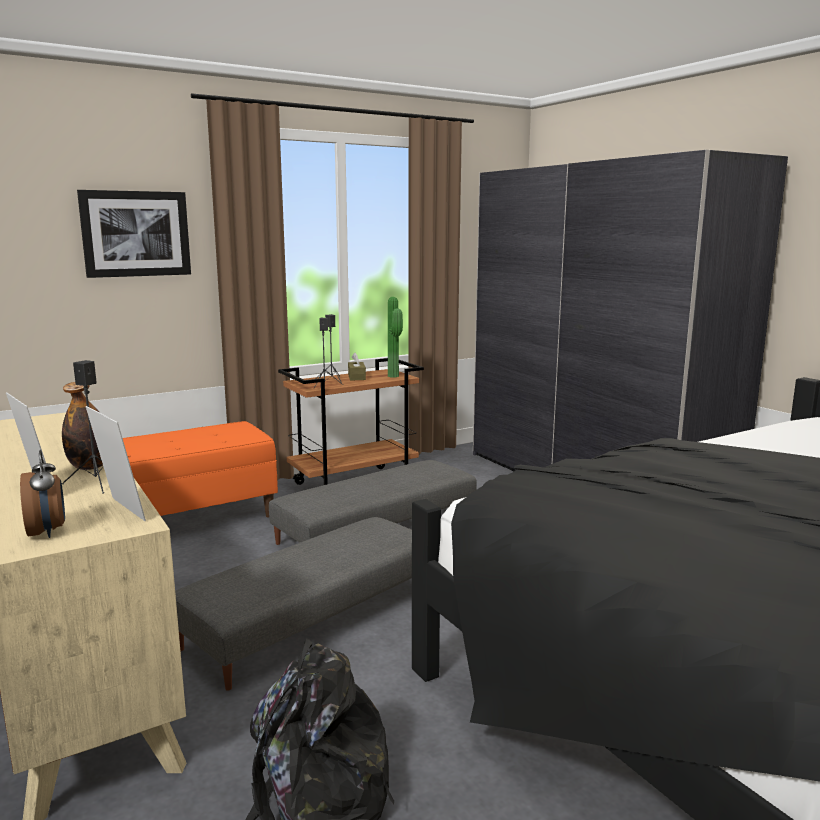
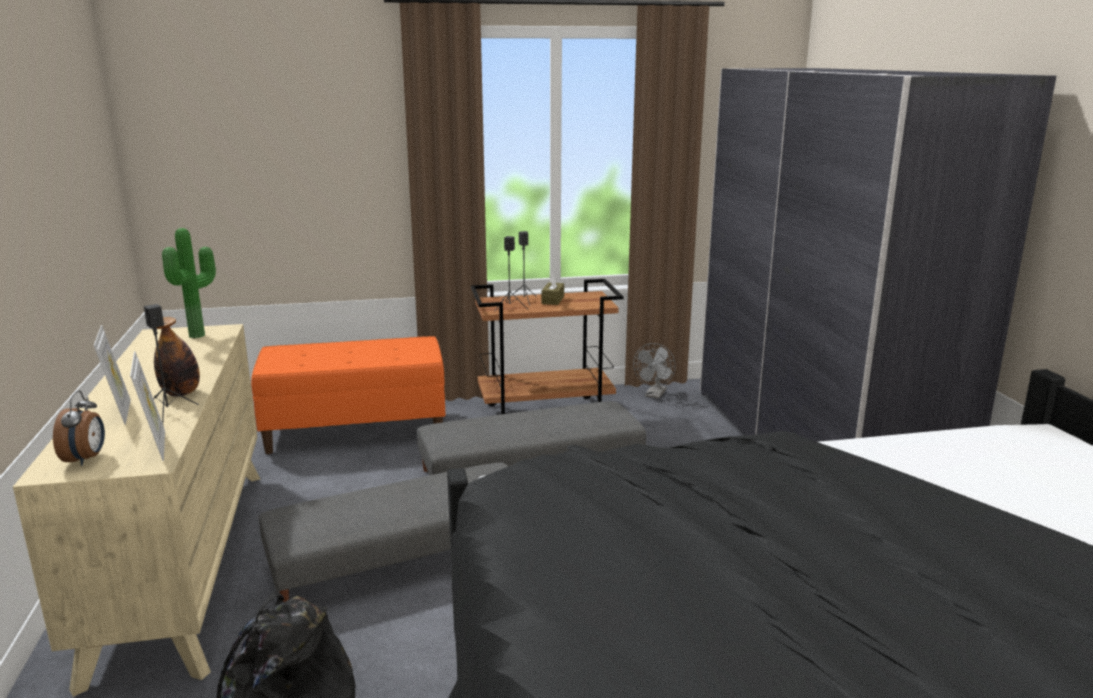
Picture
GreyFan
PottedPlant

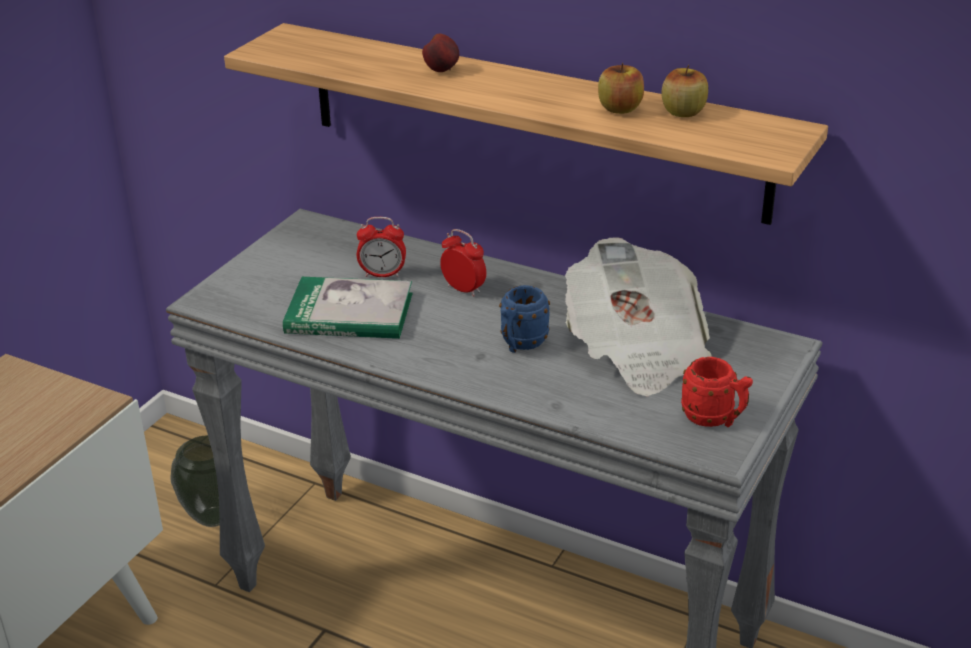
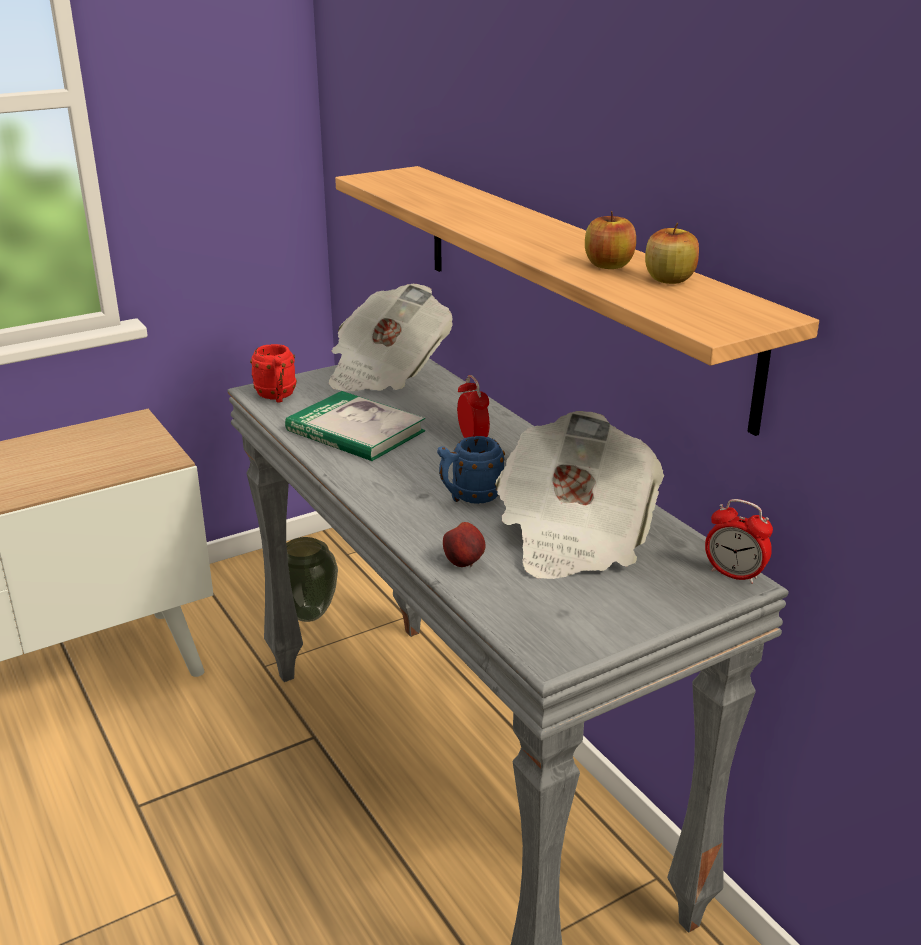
Newspaper (1st from left)
AlarmClock (2nd from left)
Apple (1st from left)
RedMug

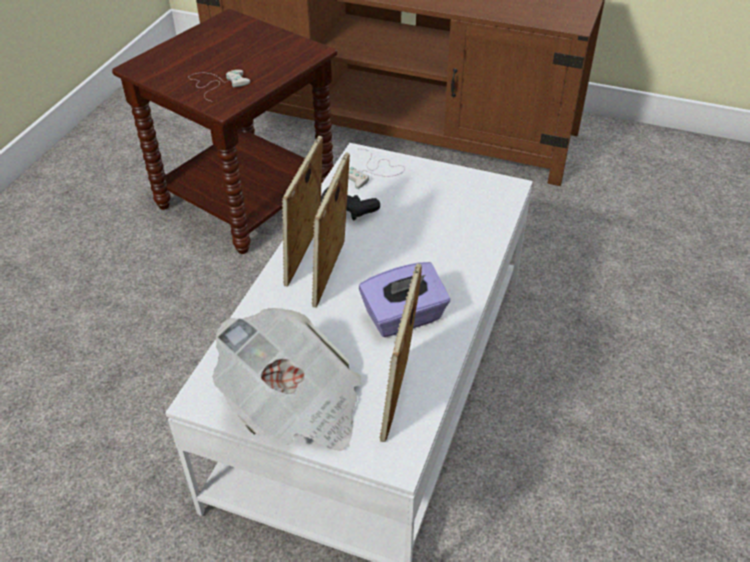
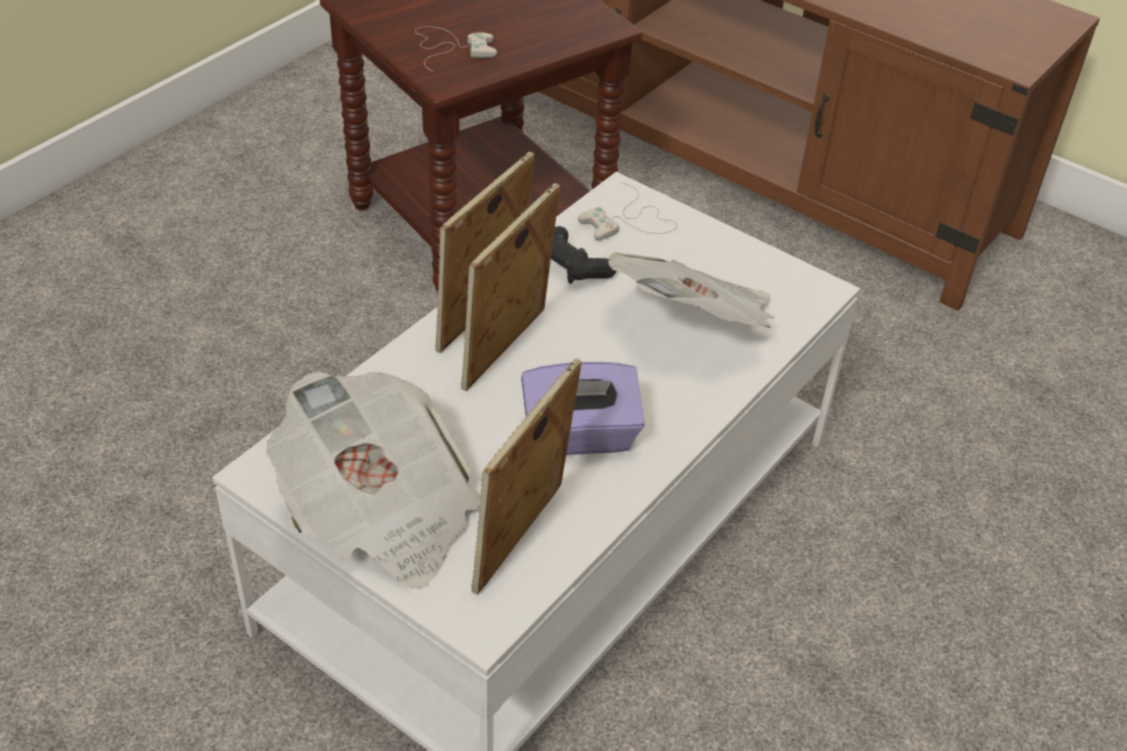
Newspaper (2nd from left)

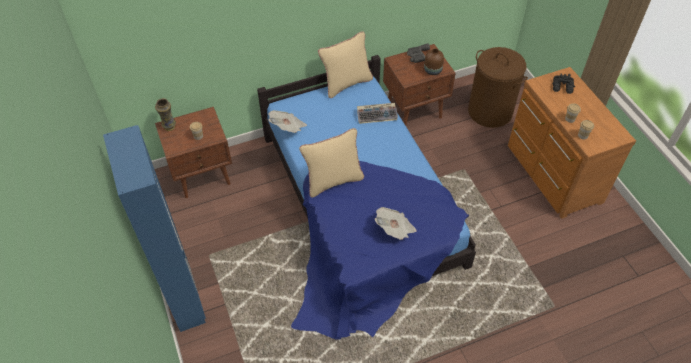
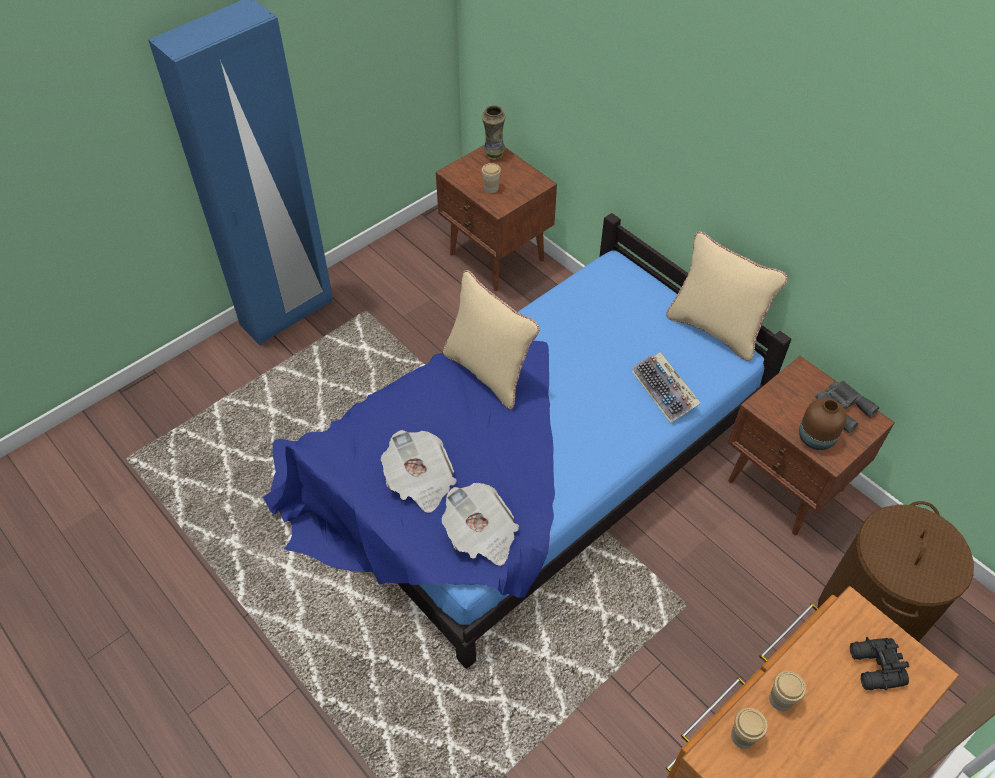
Newspaper (2nd from left)

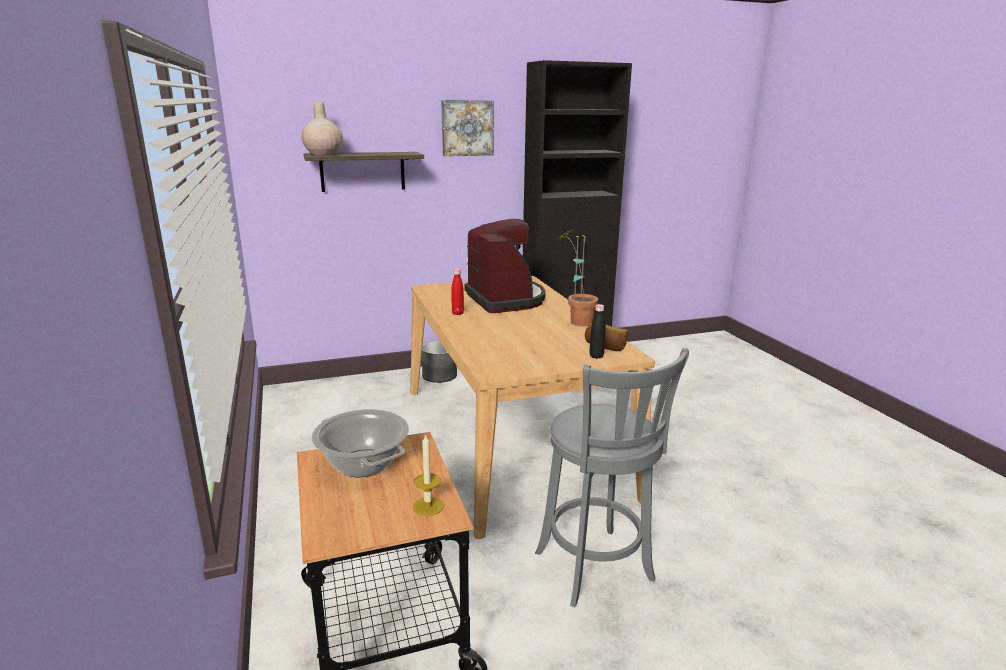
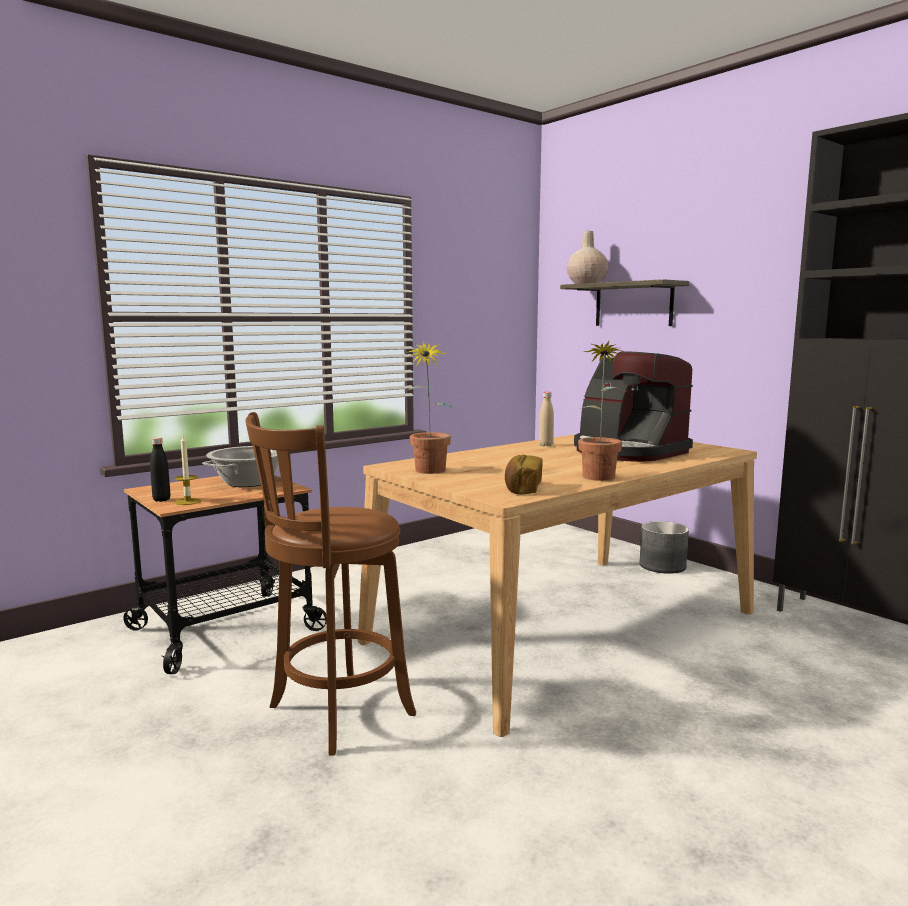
Picture
PottedPlant (1st from left)
BlackBottle
BeigeBottle
BrownStool
CoffeeMachine

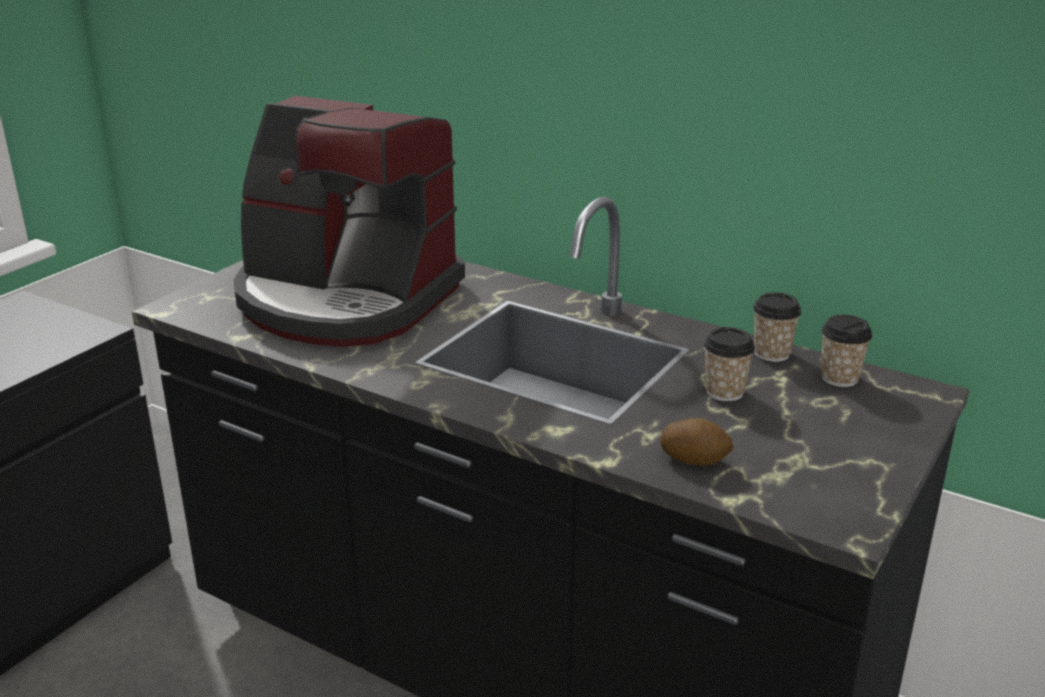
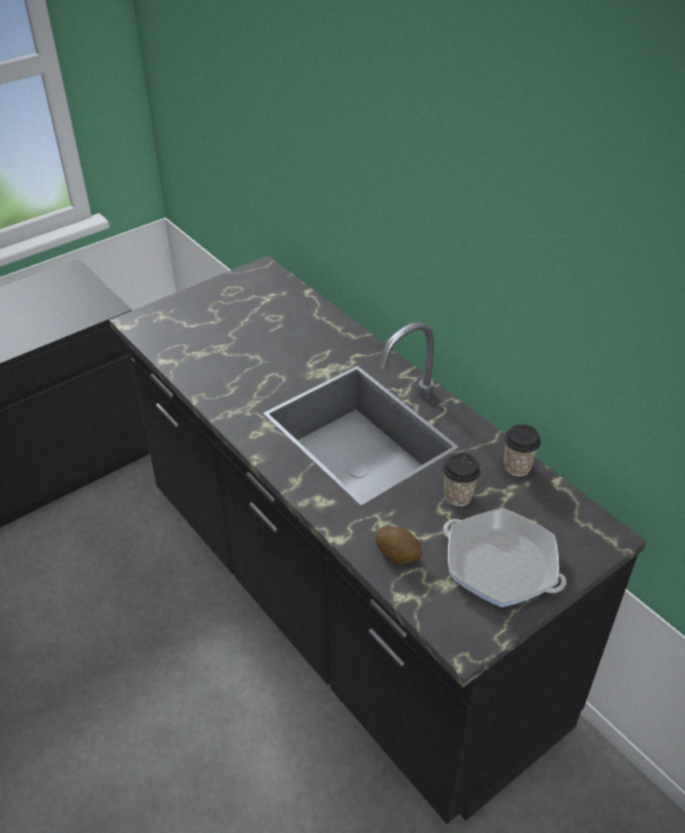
CoffeeMachine
Cup (3rd from left in the first image)
FryingPan

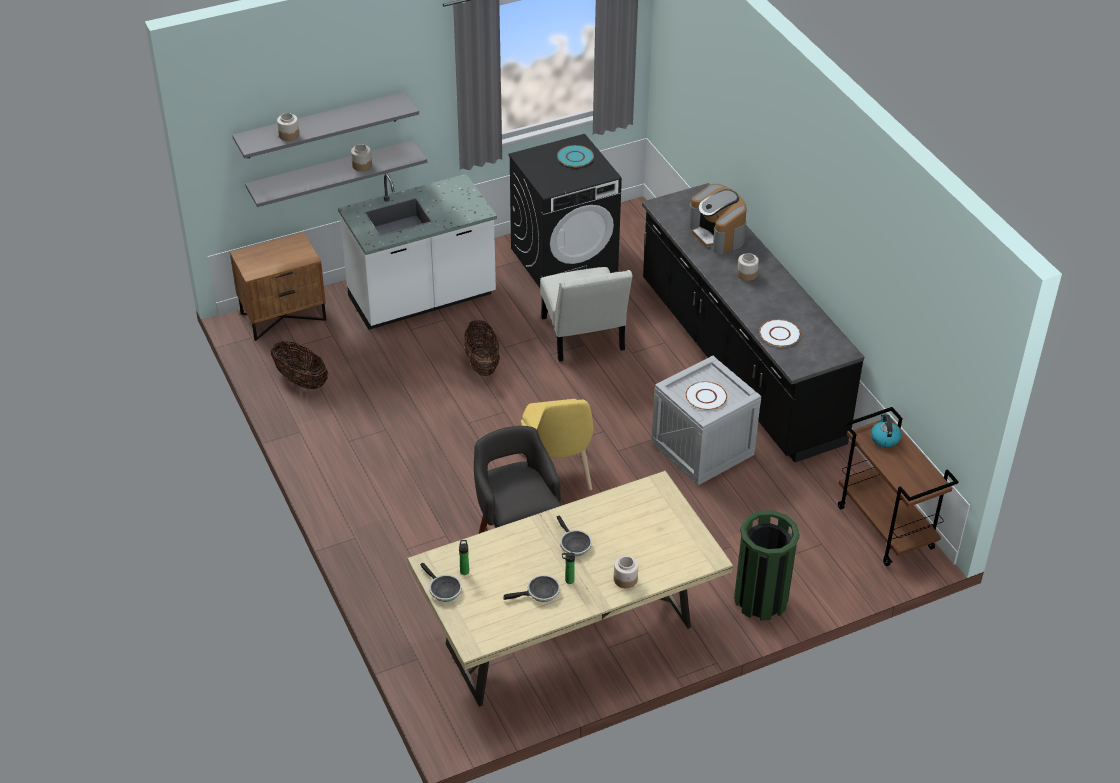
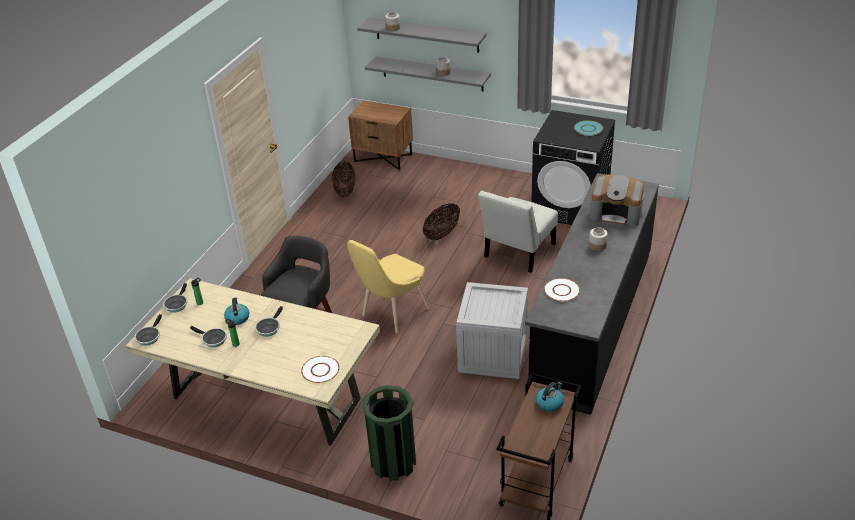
WhiteCounter
Jar (3rd from left in the first image)
FryingPan (1st from left)
Kettle (1st from left)
WhitePlate (1st from left)
CoffeeMachine

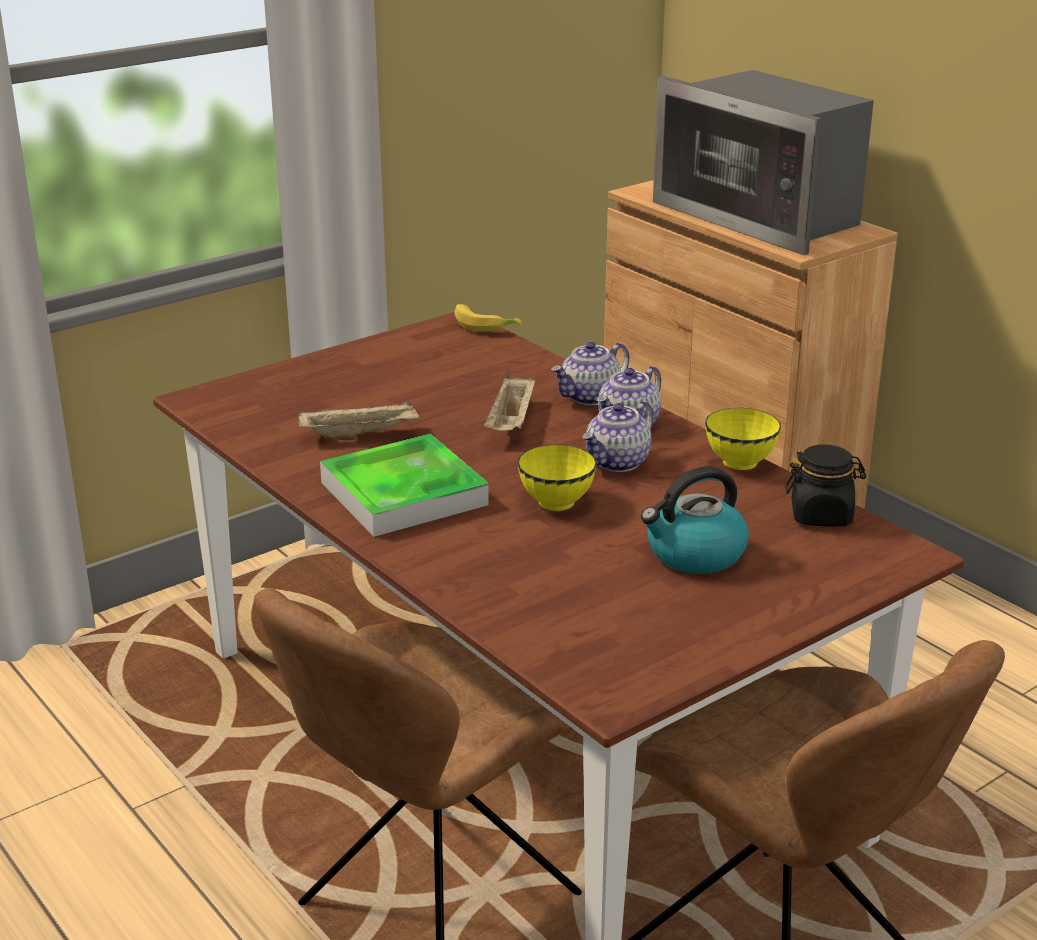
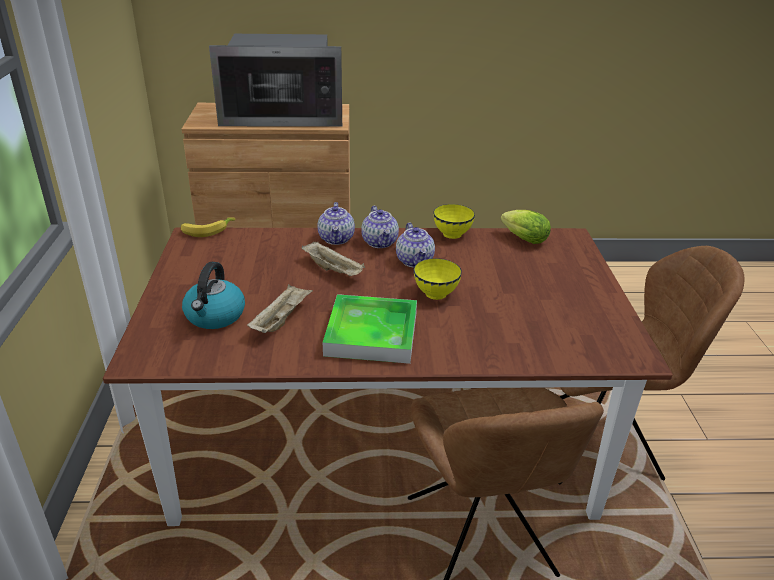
Kettle
Lettuce

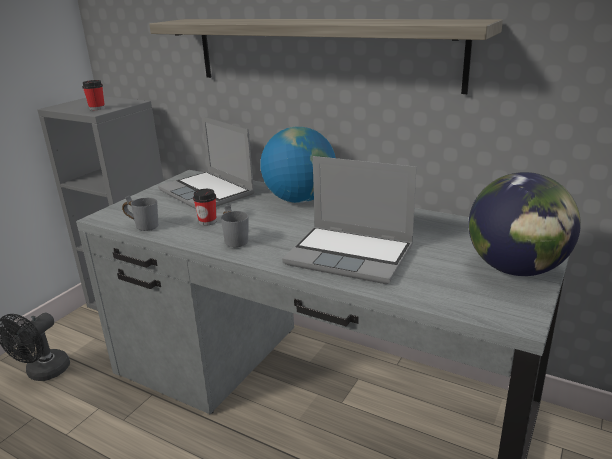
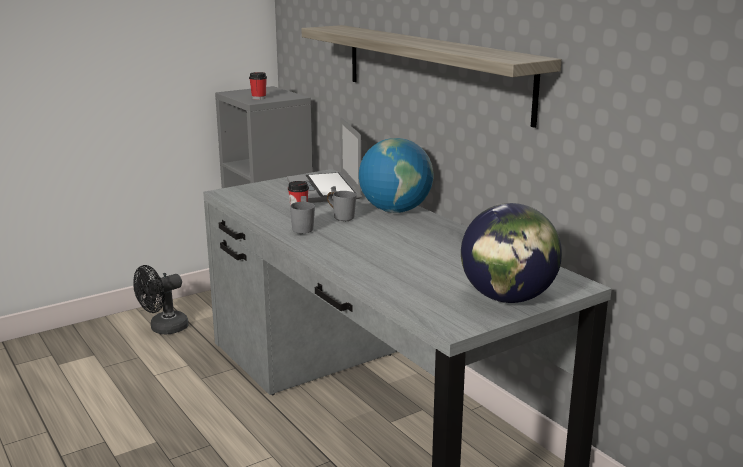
Laptop (2nd from left in the first image)
GreyMug (2nd from left)

